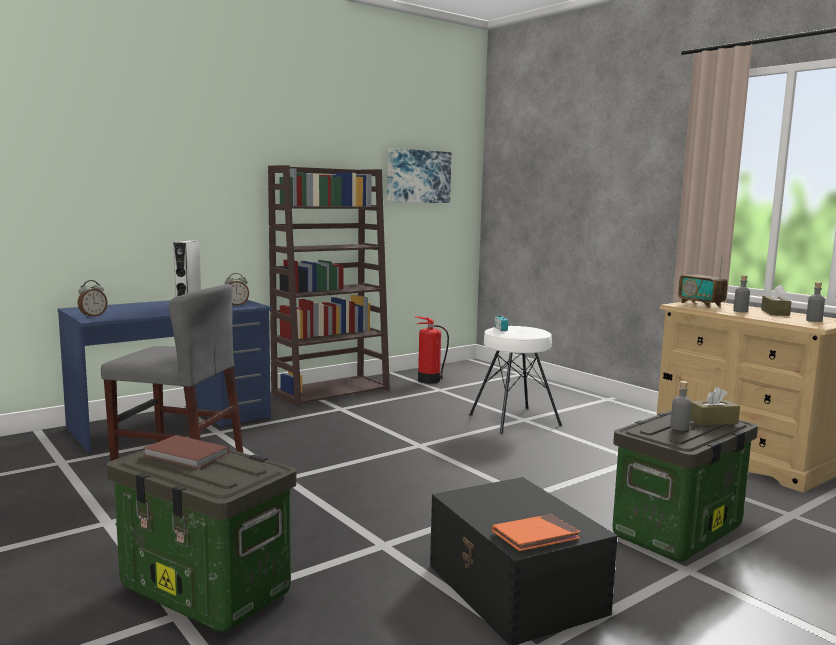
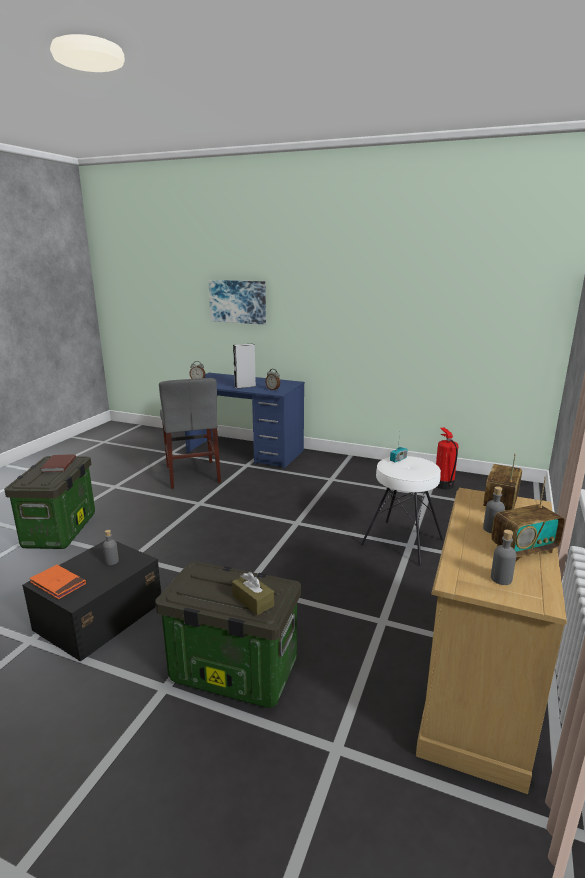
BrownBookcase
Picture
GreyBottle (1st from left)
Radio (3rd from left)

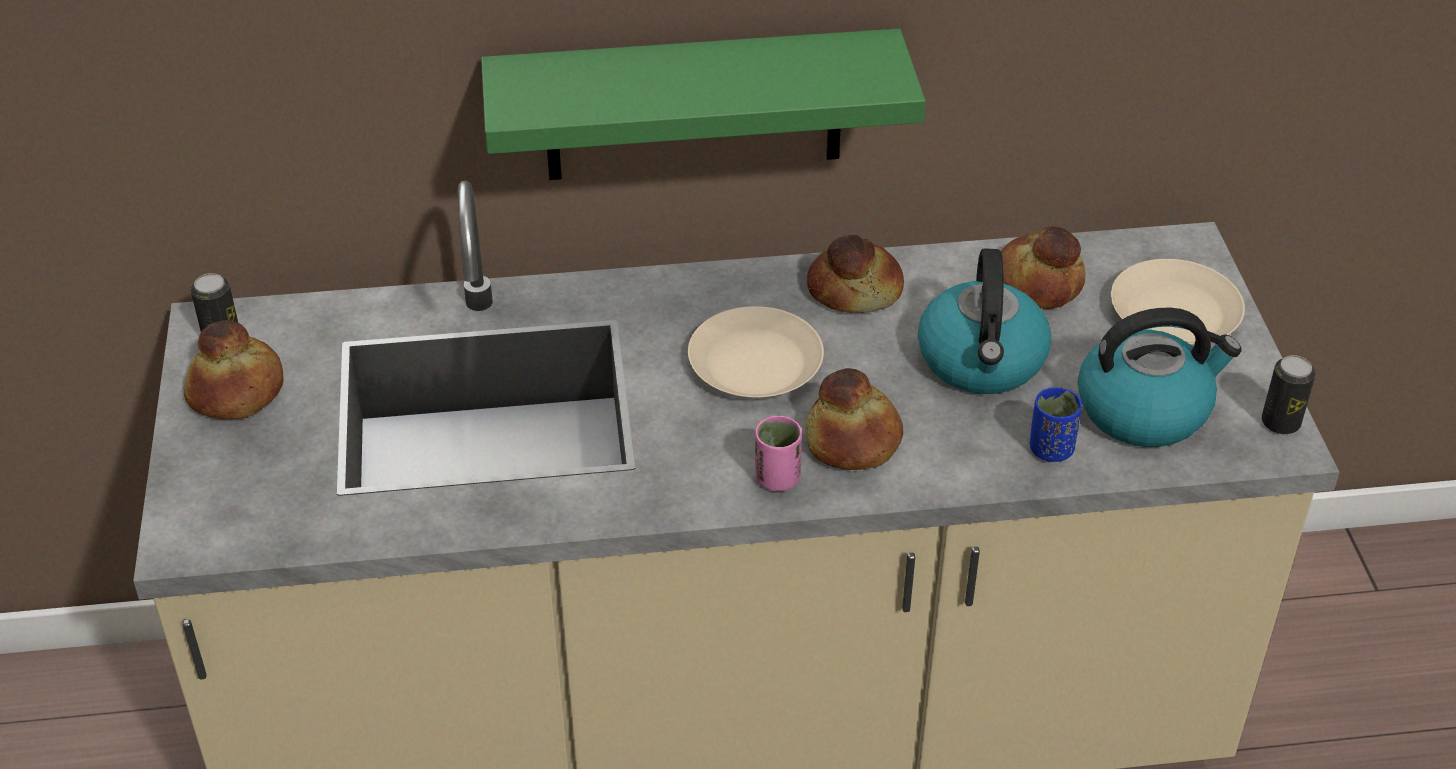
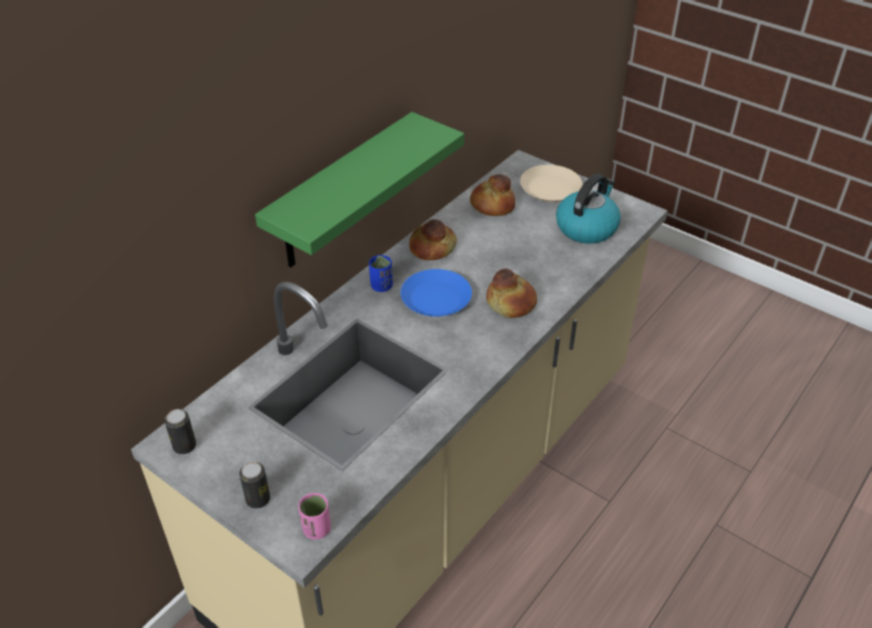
Bread (1st from left in the first image)
Kettle (1st from left in the first image)
PinkCup
BlueCup
Can (2nd from left)
BluePlate

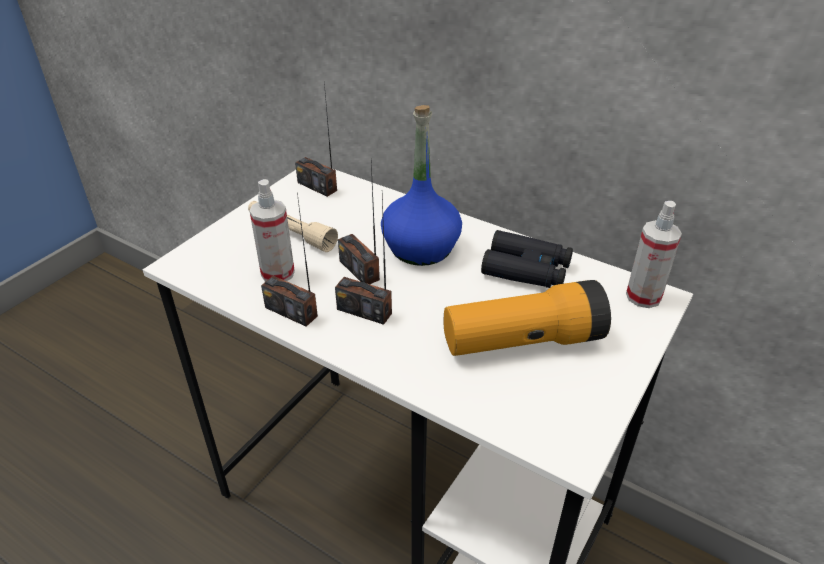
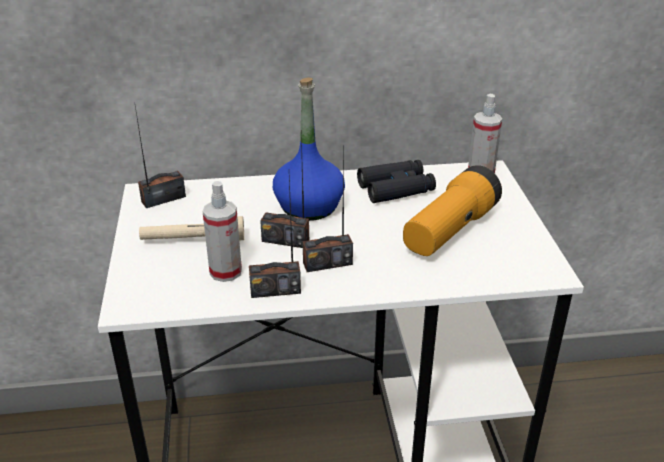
Radio (1st from left)

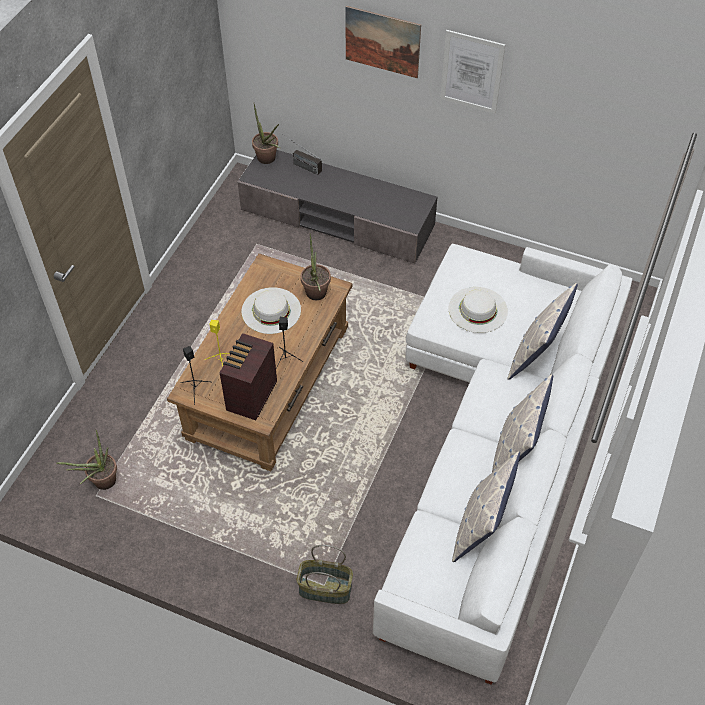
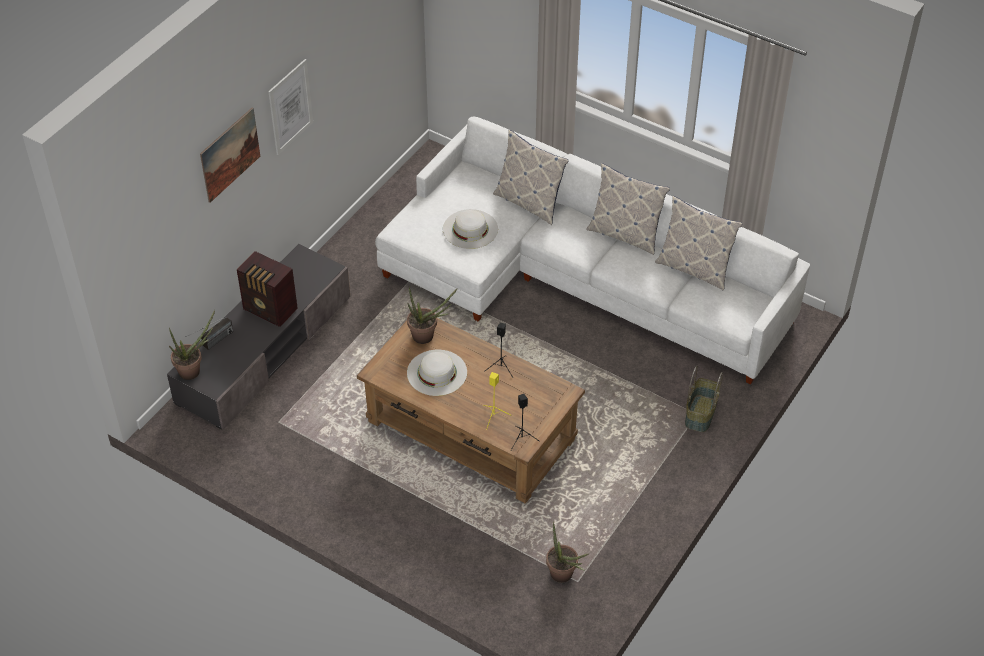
Radio (2nd from left)

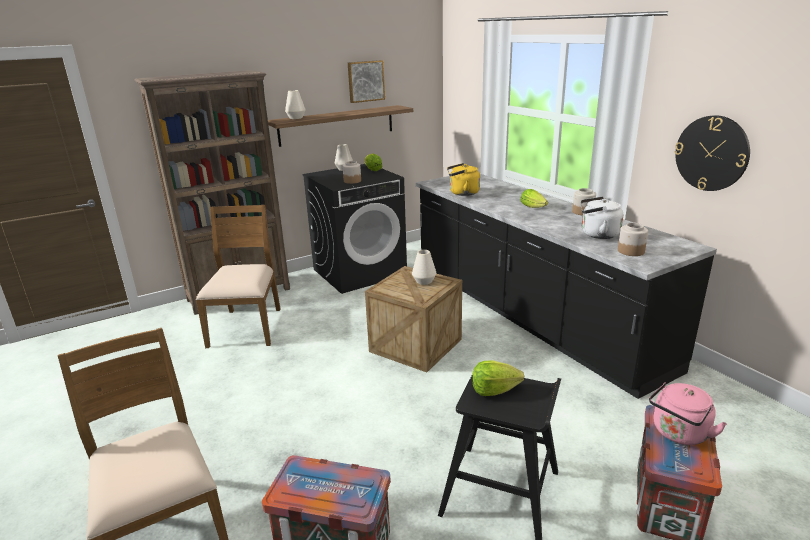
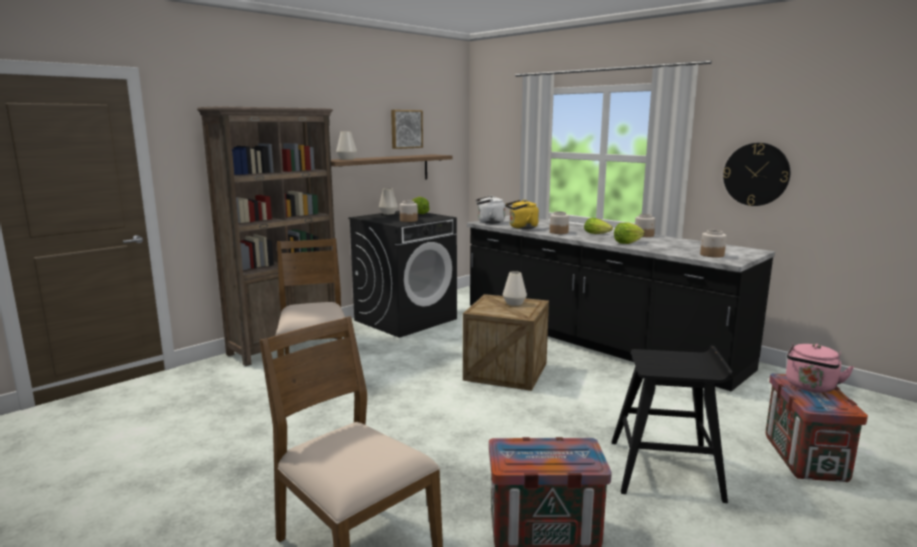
Jar (2nd from left)
Lettuce (3rd from left)
WhiteKettle

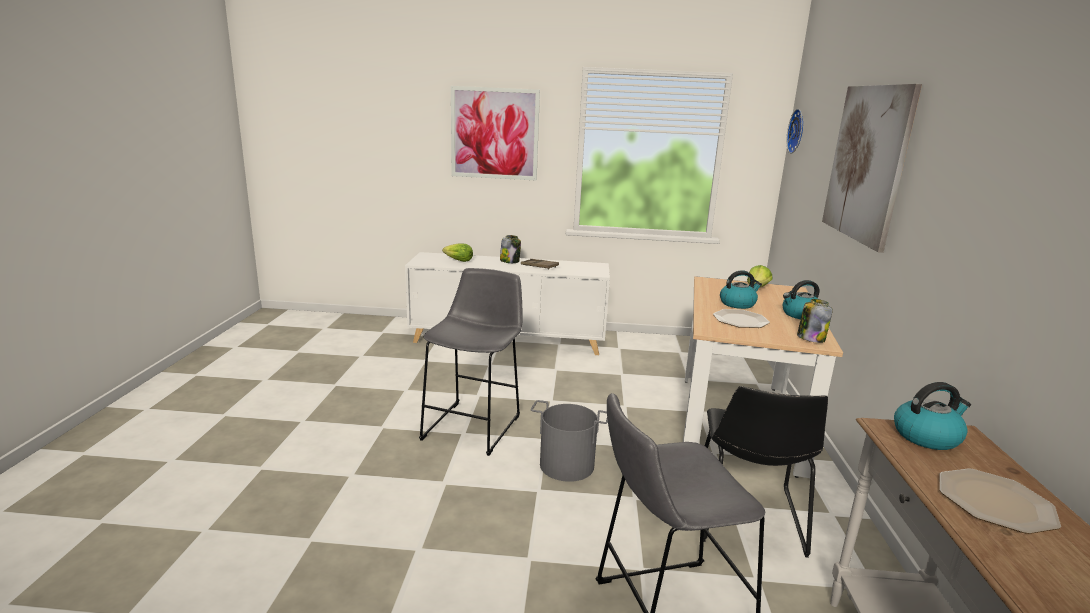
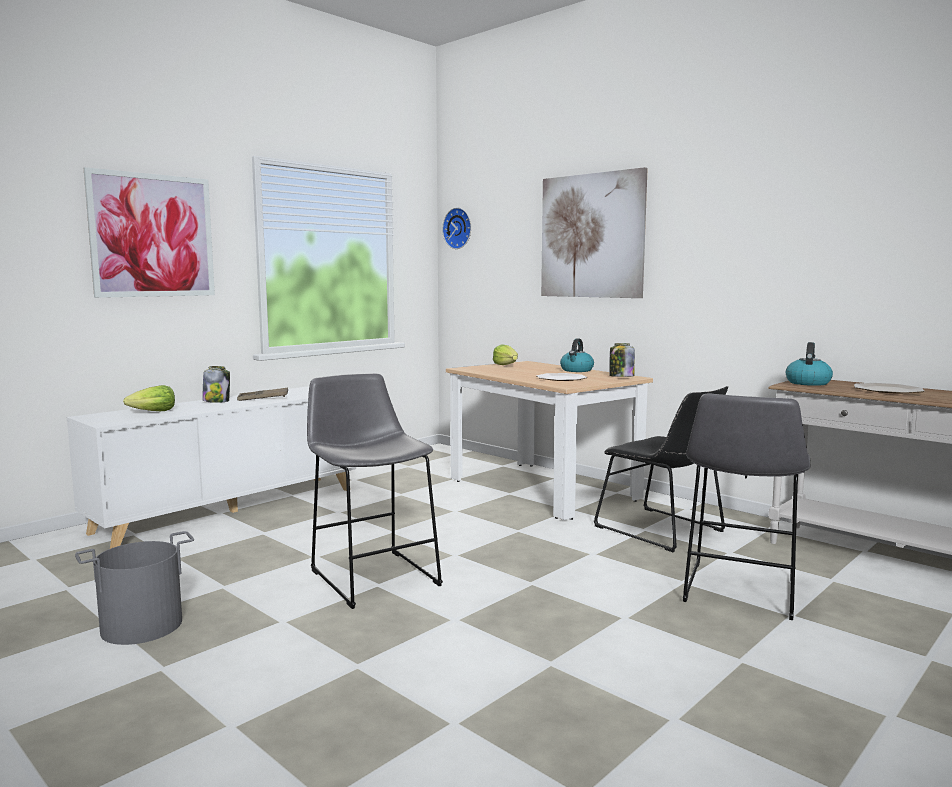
Kettle (1st from left in the first image)
GreyBucket

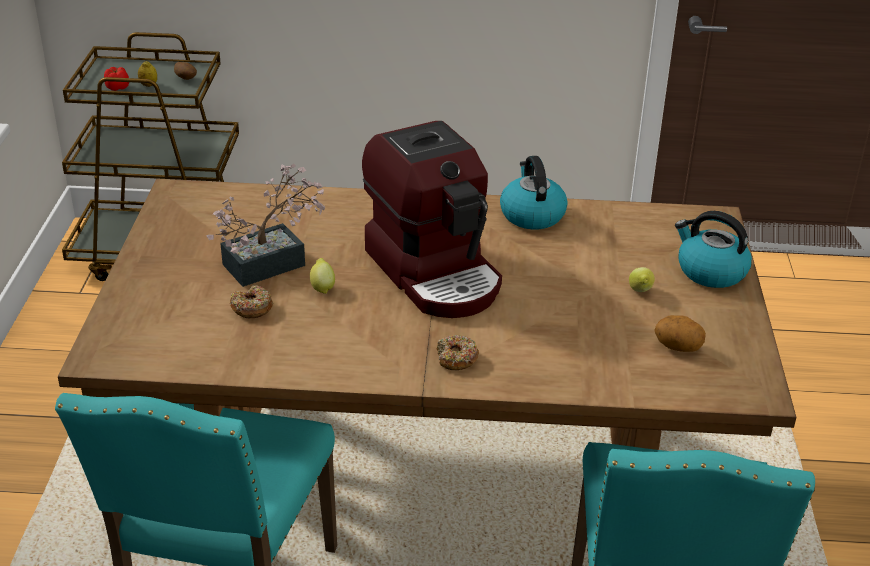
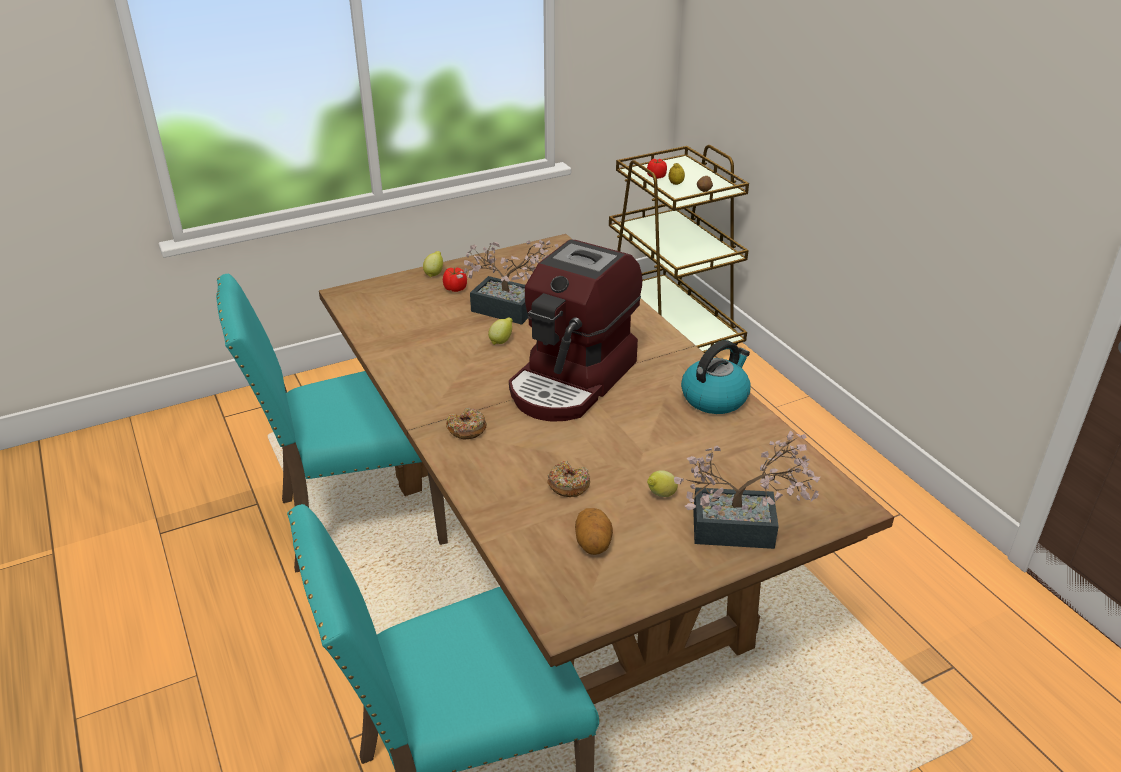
Lemon (1st from left)
Tomato (1st from left)
Donut (2nd from left)
PottedPlant (2nd from left)

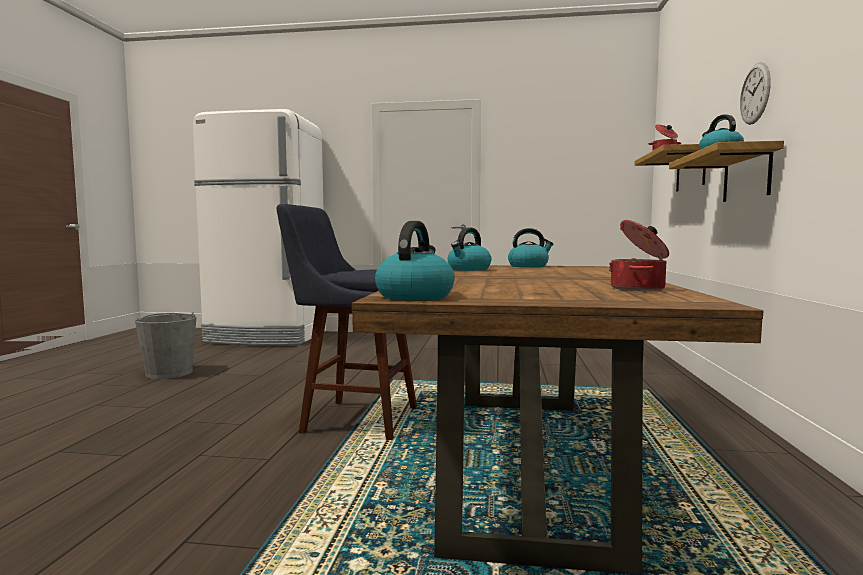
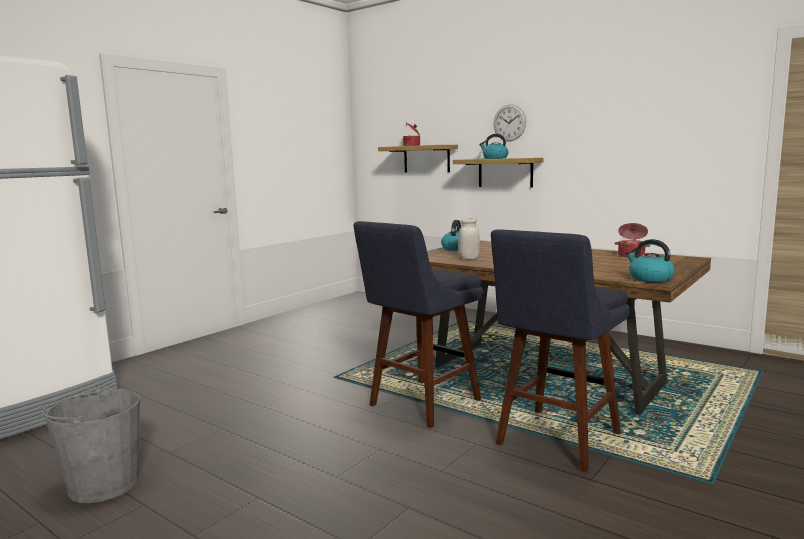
BlueStool (2nd from left)
WhiteJar

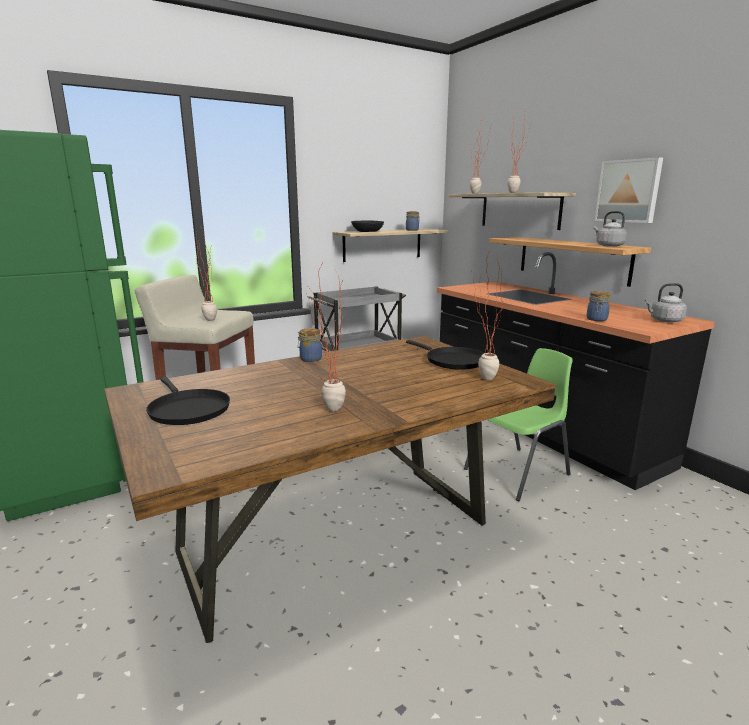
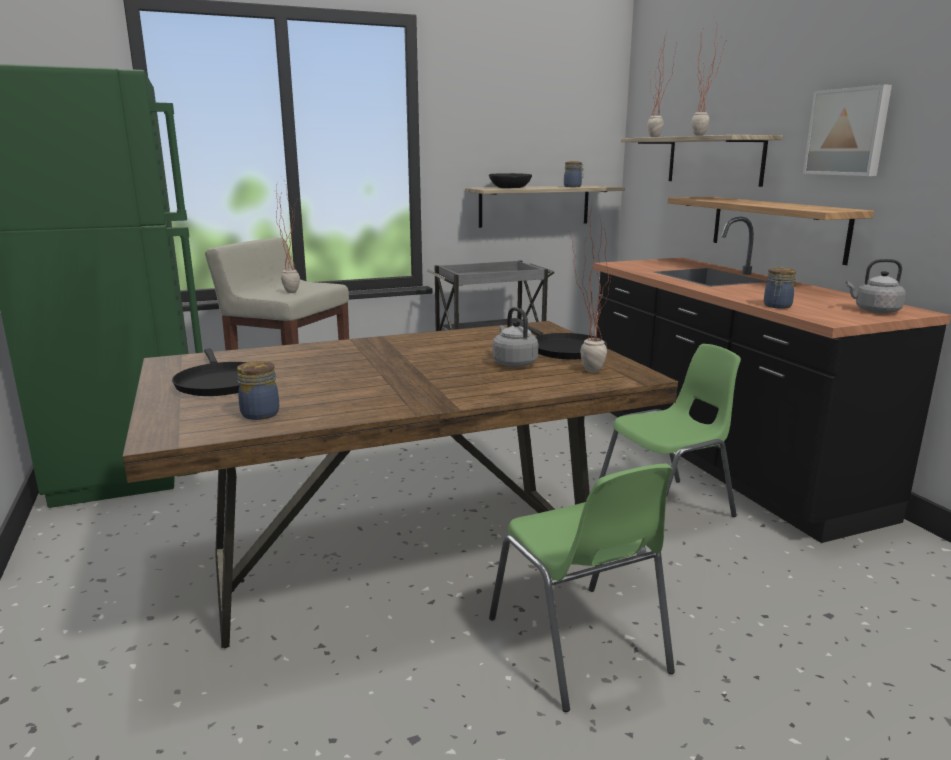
PottedPlant (2nd from left in the first image)
GreenChair (1st from left)
Jar (1st from left)
GreyKettle (1st from left)

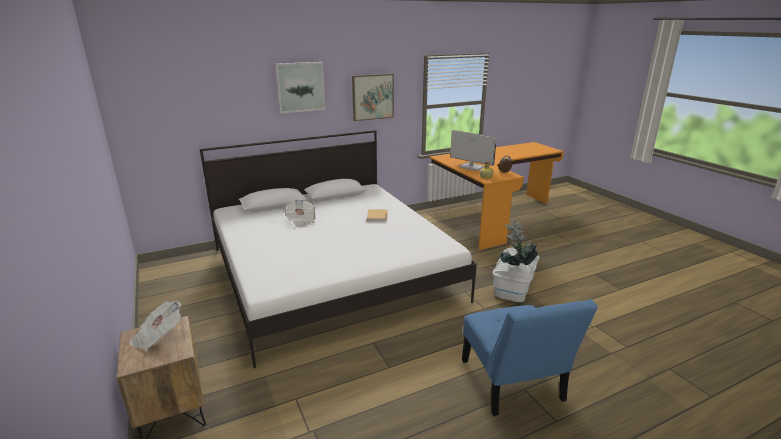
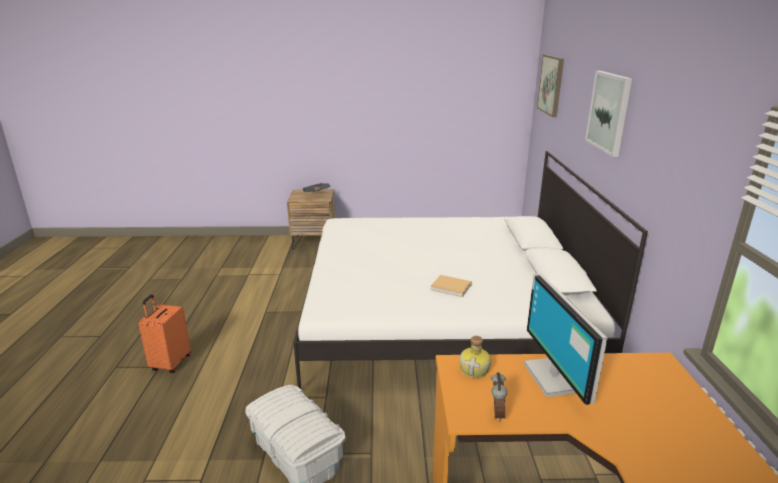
Newspaper (2nd from left in the first image)
PottedPlant
Picture (1st from left)
OrangeSuitcase
Monitor

